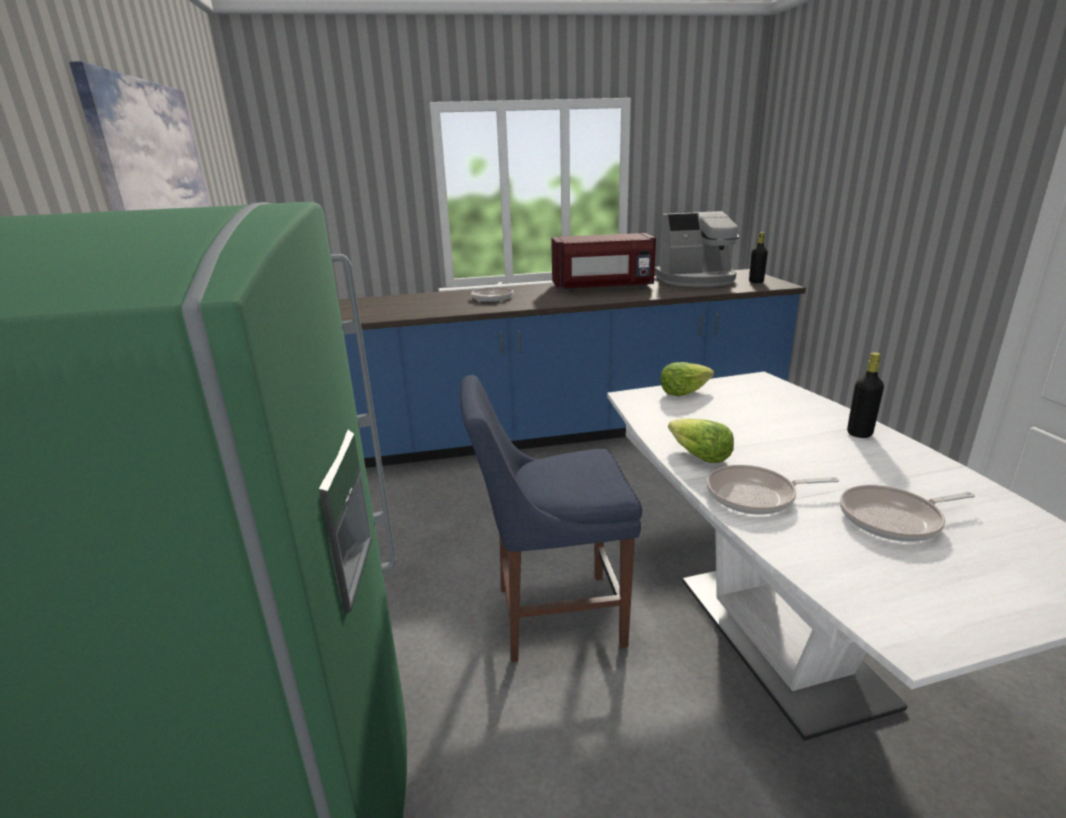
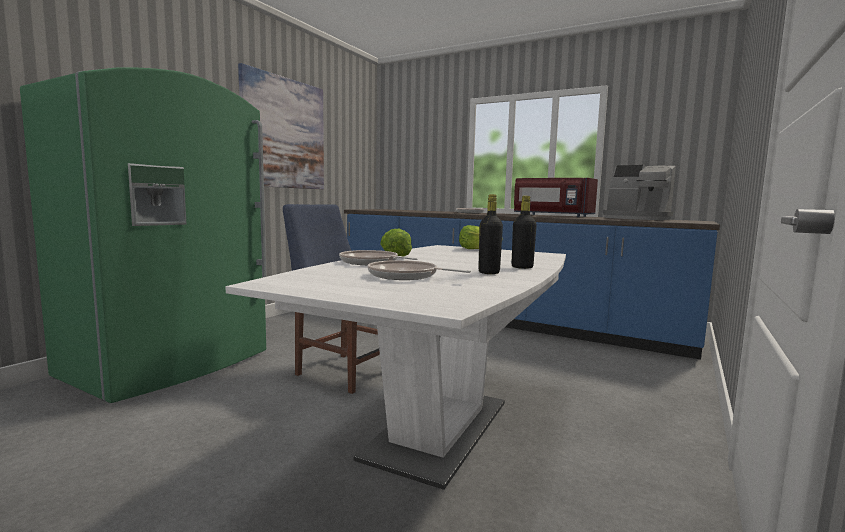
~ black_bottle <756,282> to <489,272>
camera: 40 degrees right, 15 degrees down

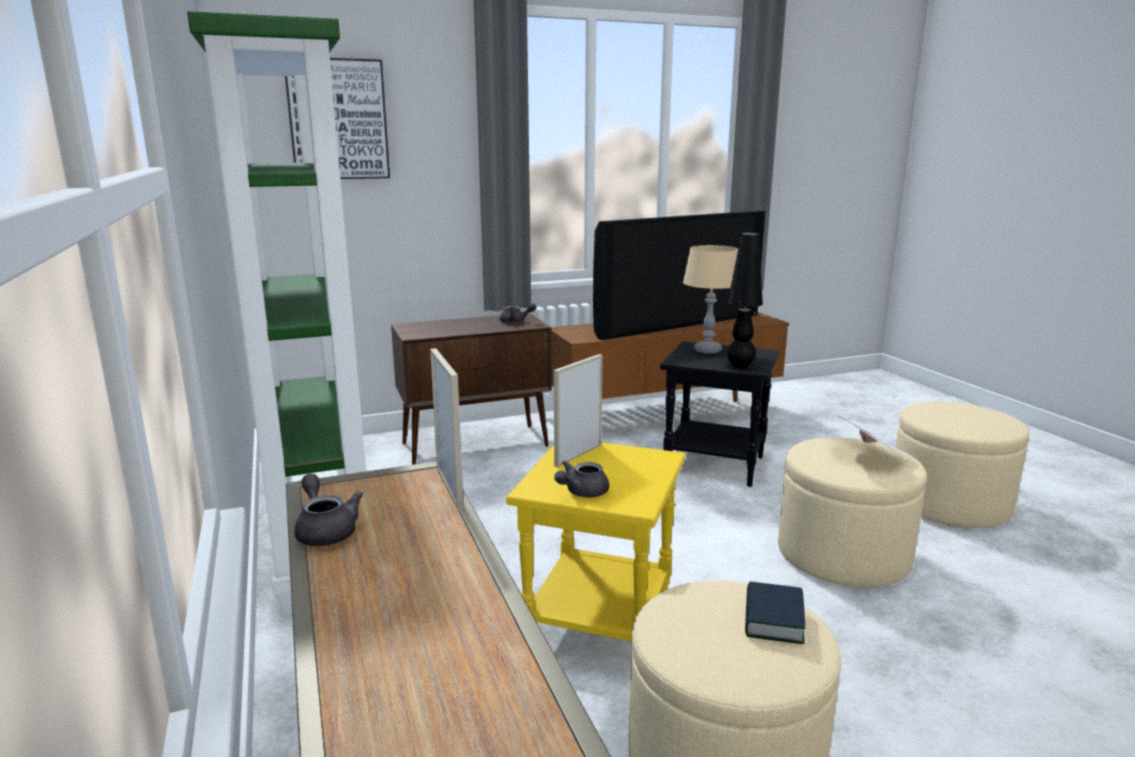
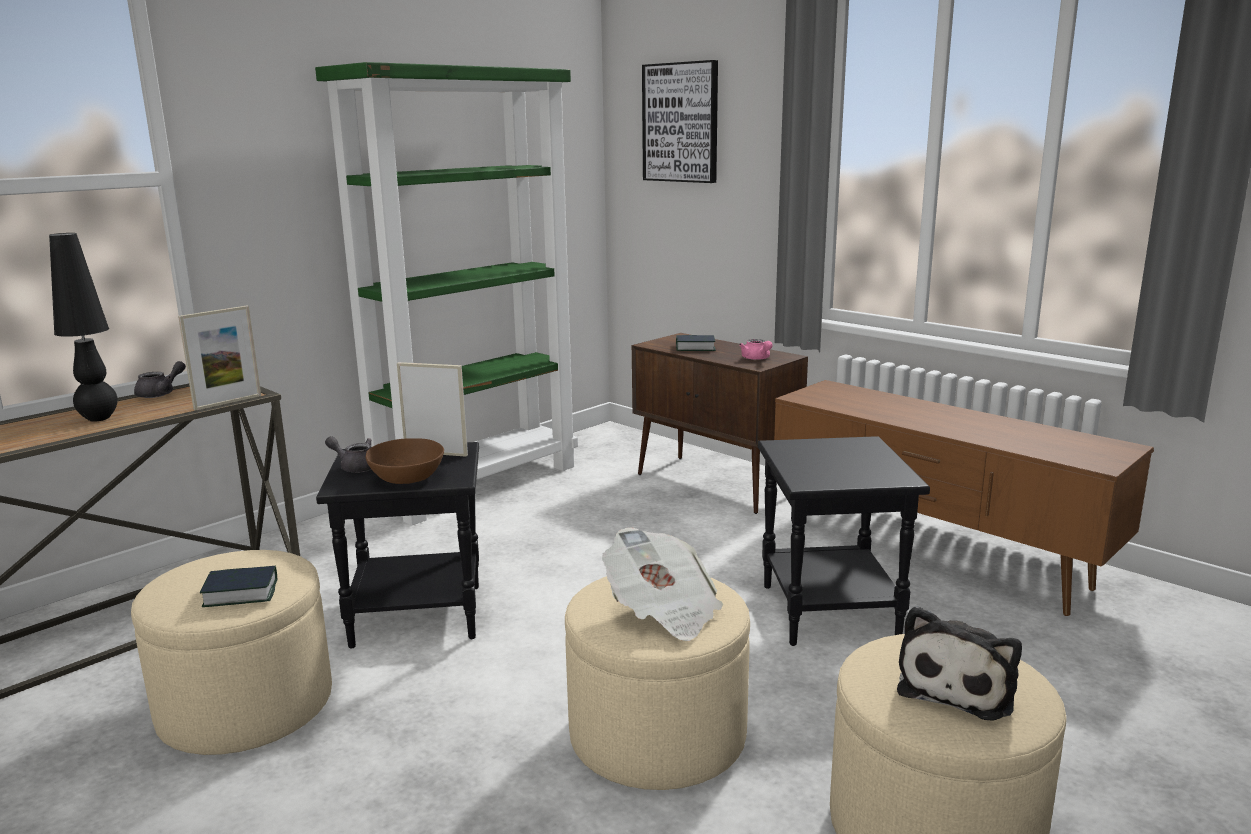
~ grey_teapot <516,322> to pink_teapot <757,359>
~ yellow_side_table <601,628> to black_side_table <415,617>
- television <677,324>
- beige_table_lamp <708,350>
~ black_table_lamp <740,366> to <98,418>
+ brown_bowl <408,478>
+ book <695,348>
+ plush_toy <958,686>
camera: 65 degrees right, 0 degrees up

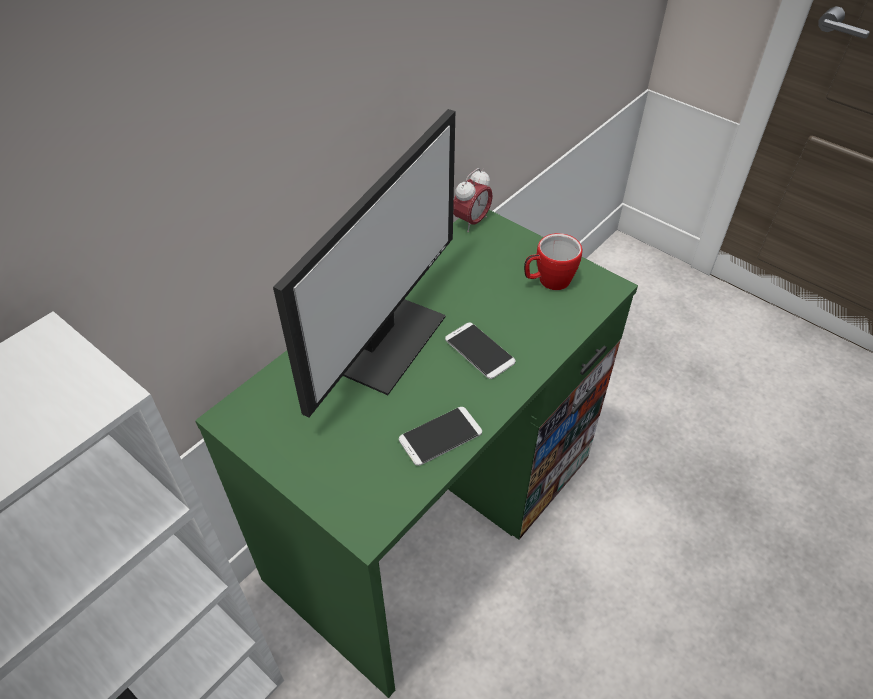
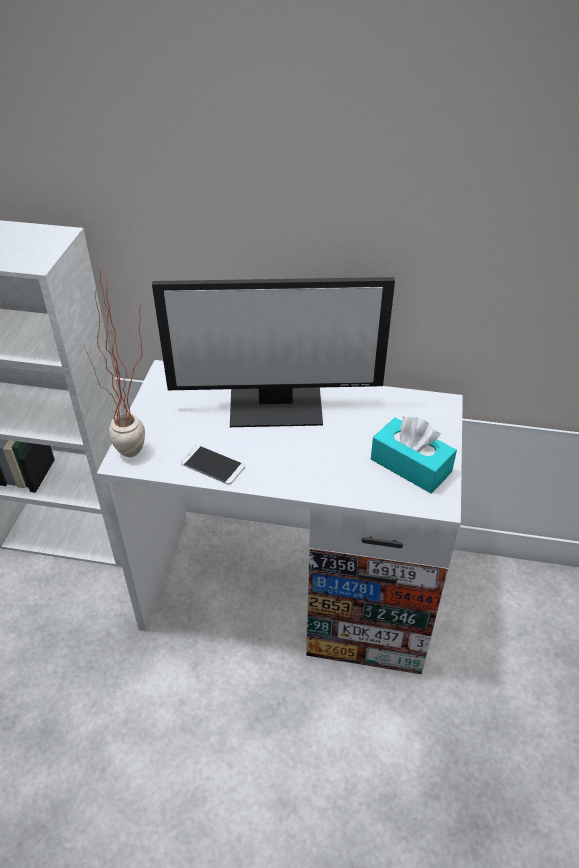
~ green_desk <434,515> to white_desk <290,590>
- phone <479,351>
- alarm_clock <471,222>
~ mug <548,281> to turquoise_tissue_box <410,465>
+ potted_plant <138,457>
camera: 60 degrees right, 5 degrees down

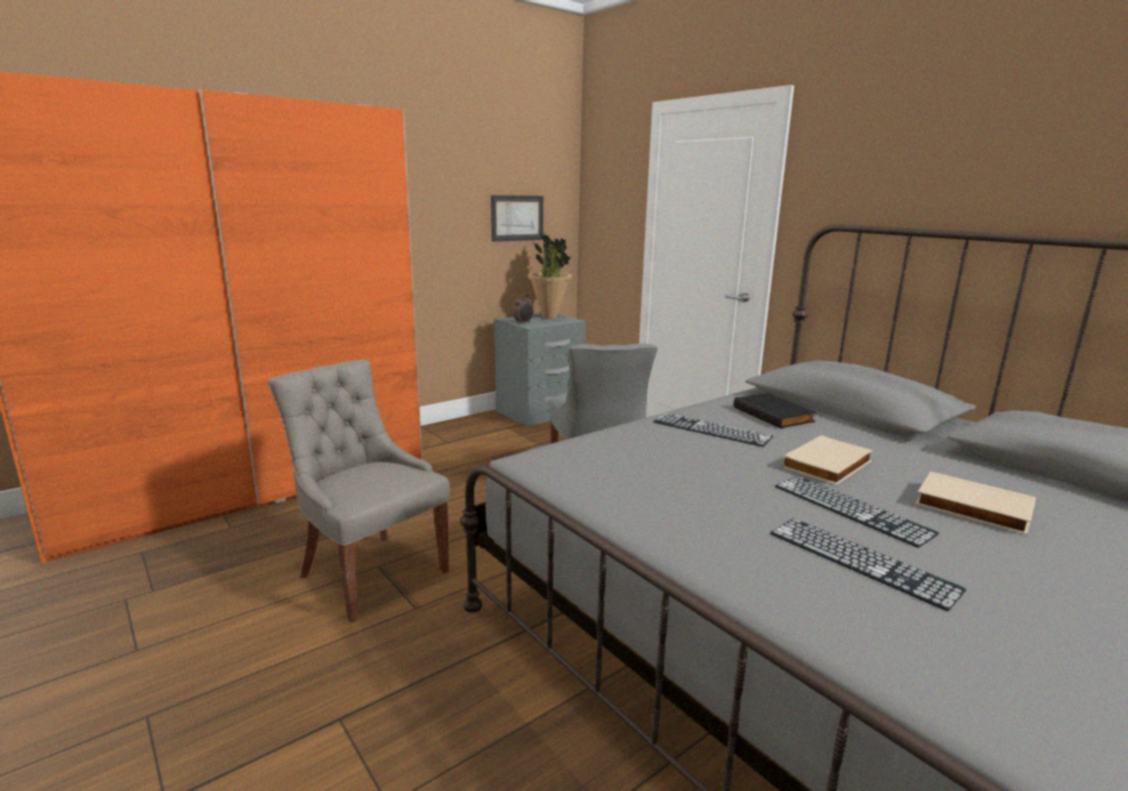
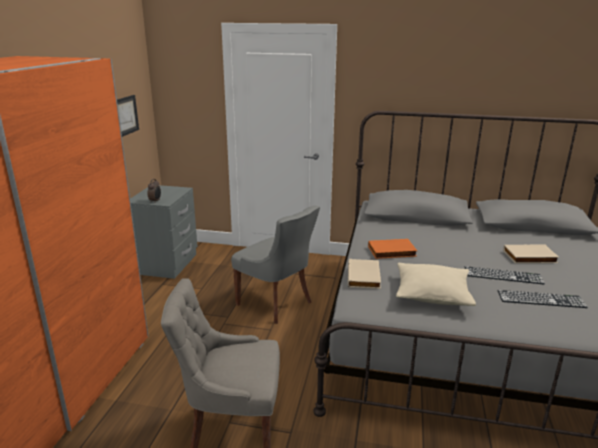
- potted_plant <549,317>
~ keyboard <711,429> to orange_book <392,252>
- black_book <774,414>
~ beige_book <828,465> to <365,276>
+ beige_pillow <432,294>
camera: 40 degrees left, 5 degrees up

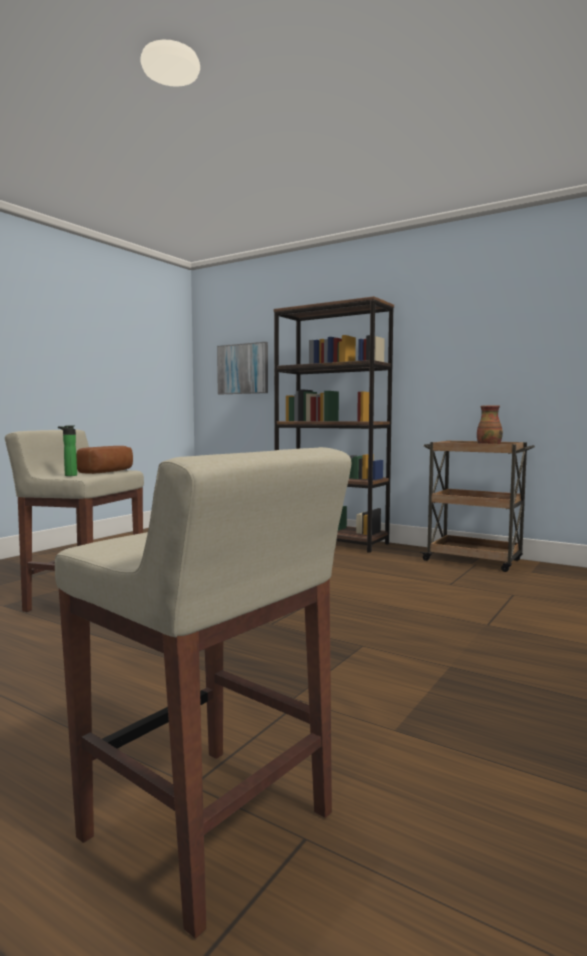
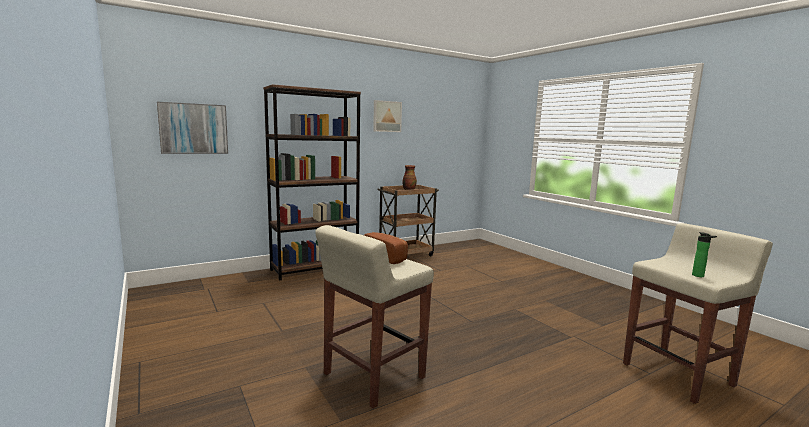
~ bottle <69,475> to <699,276>
+ picture <386,116>
camera: 65 degrees left, 5 degrees up

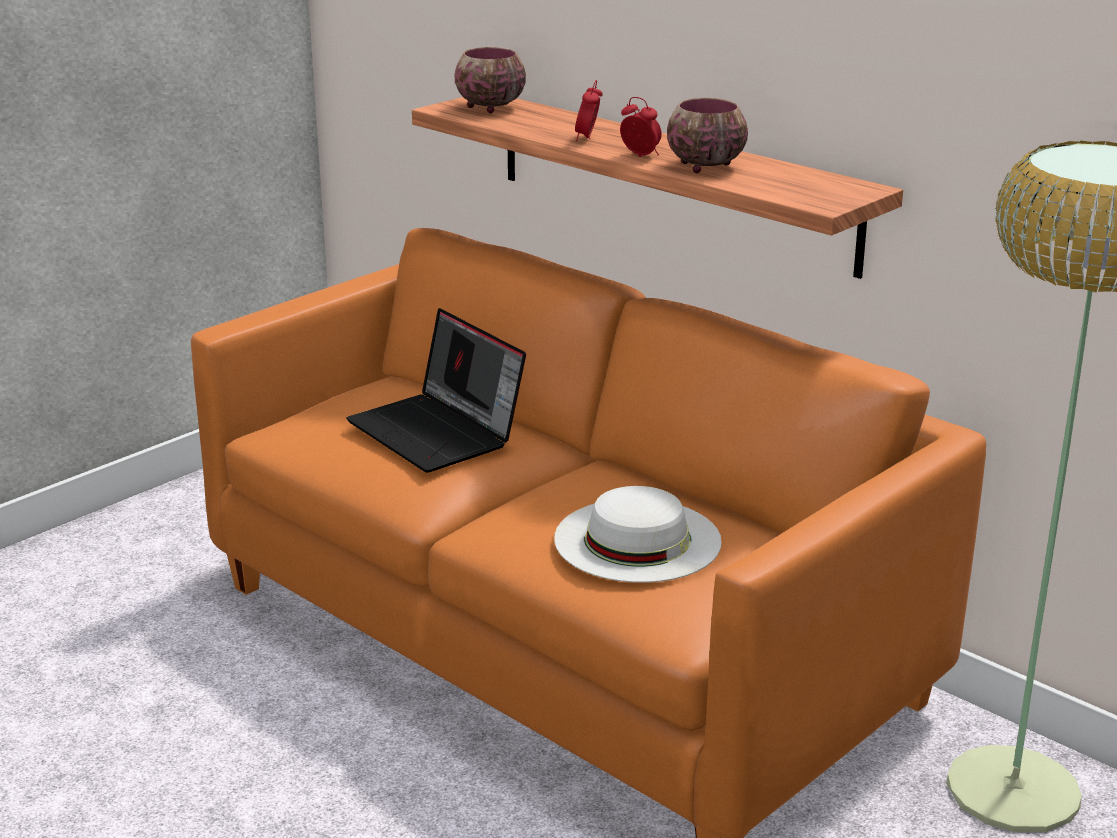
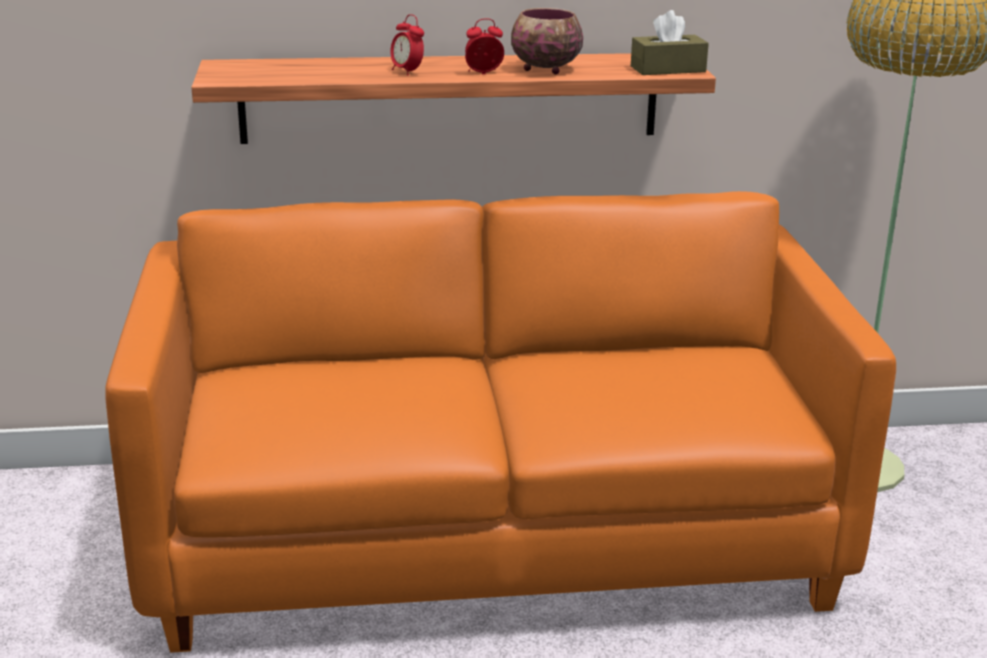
- laptop <438,432>
- bowl <488,107>
- white_hat <637,540>
+ brown_tissue_box <668,69>
camera: 50 degrees left, 0 degrees up

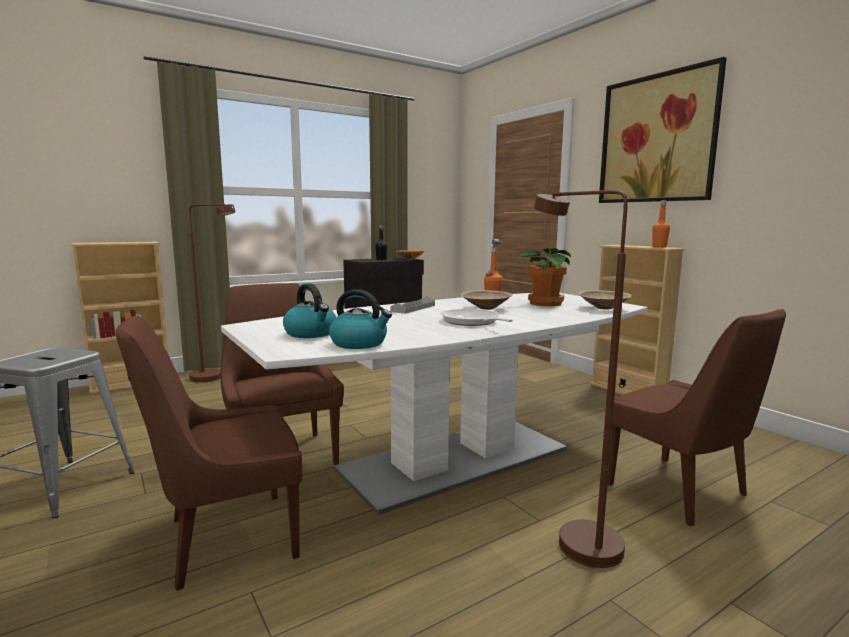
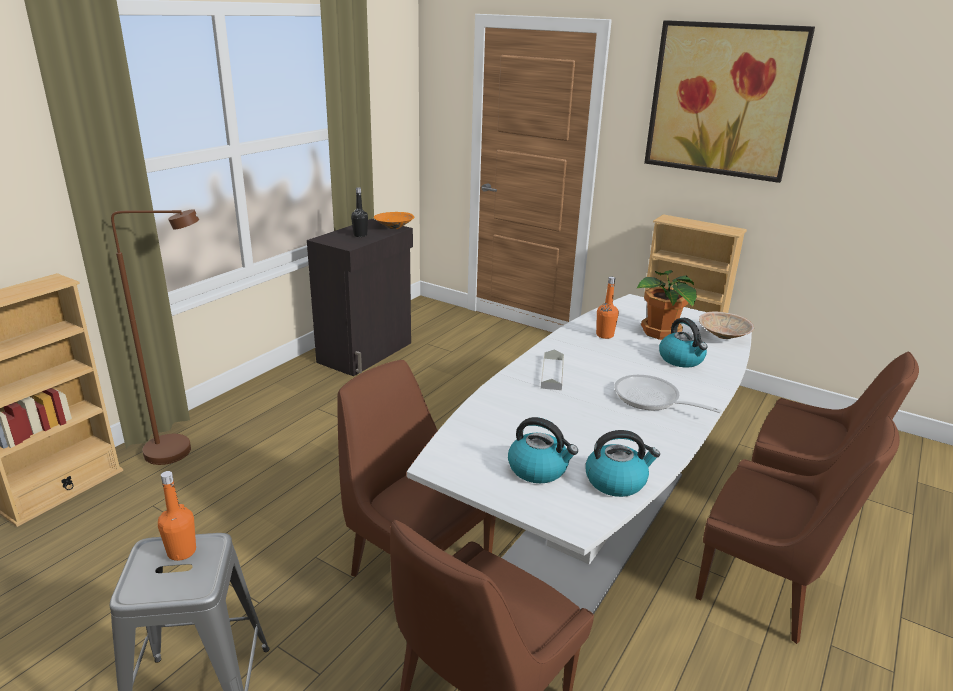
- beige_bowl <485,309>
~ brown_floor_lamp <574,538> to brown_chair <765,589>
~ orange_bottle <659,247> to <182,552>
+ kettle <681,359>
camera: 25 degrees left, 15 degrees up

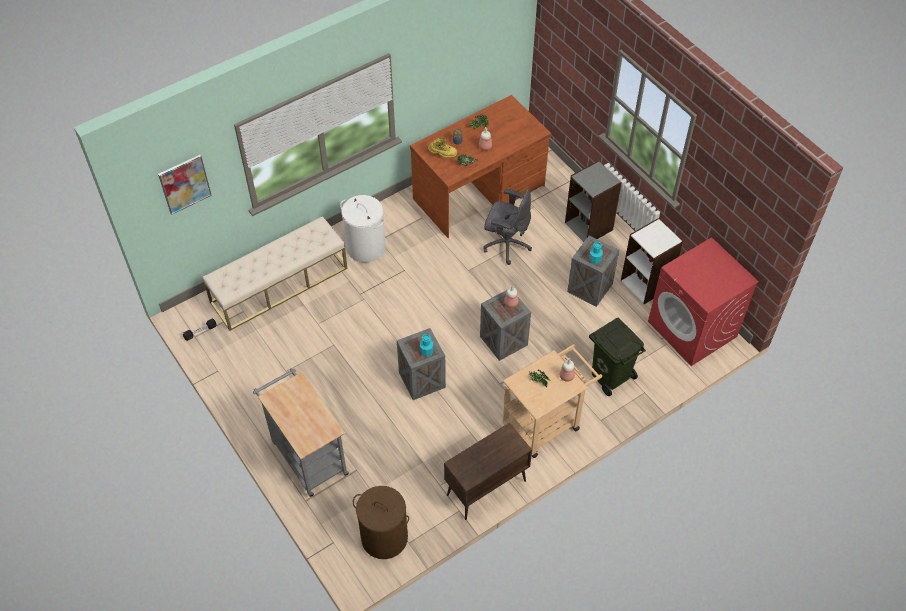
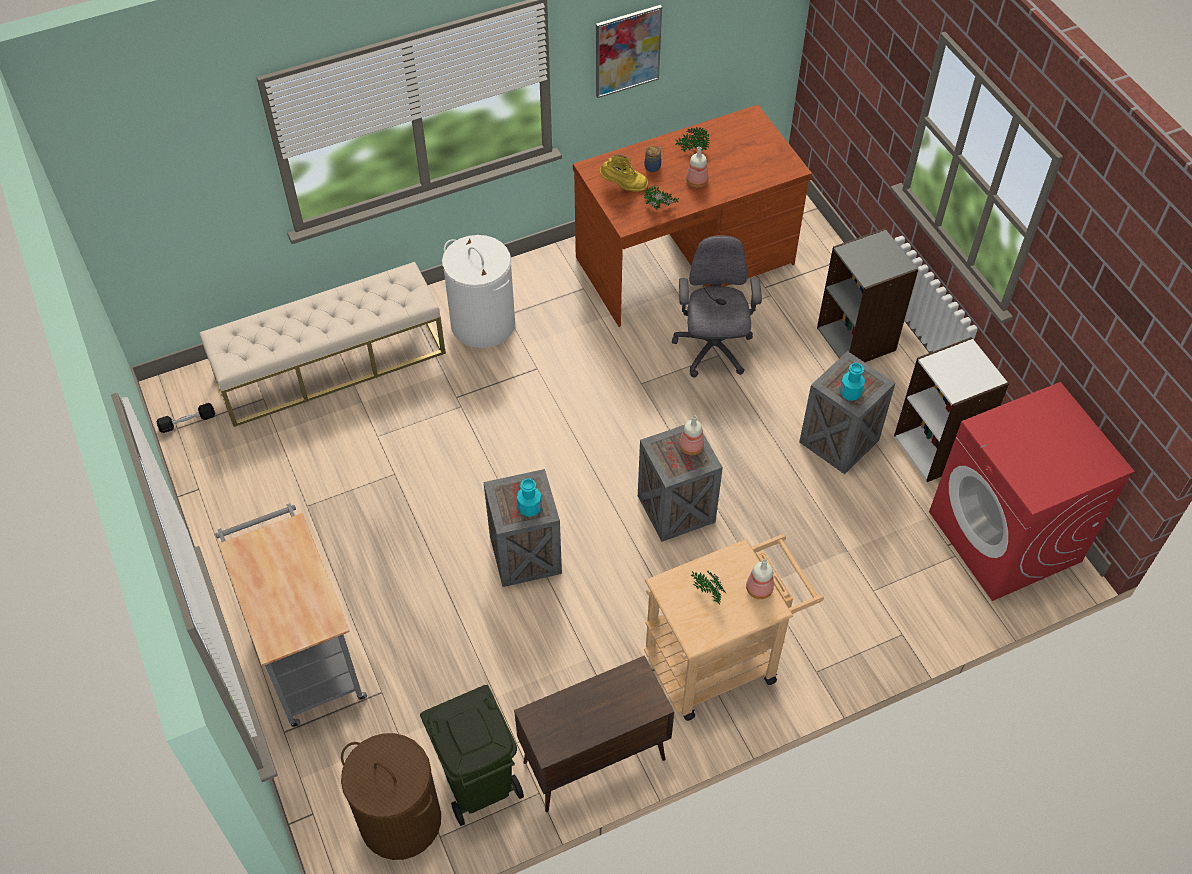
~ picture <185,184> to <627,51>
~ grey_office_chair <506,244> = <712,350> 120 degrees counterclockwise
~ green_trash_can <610,375> to <479,782>
camera: 10 degrees right, 0 degrees up

